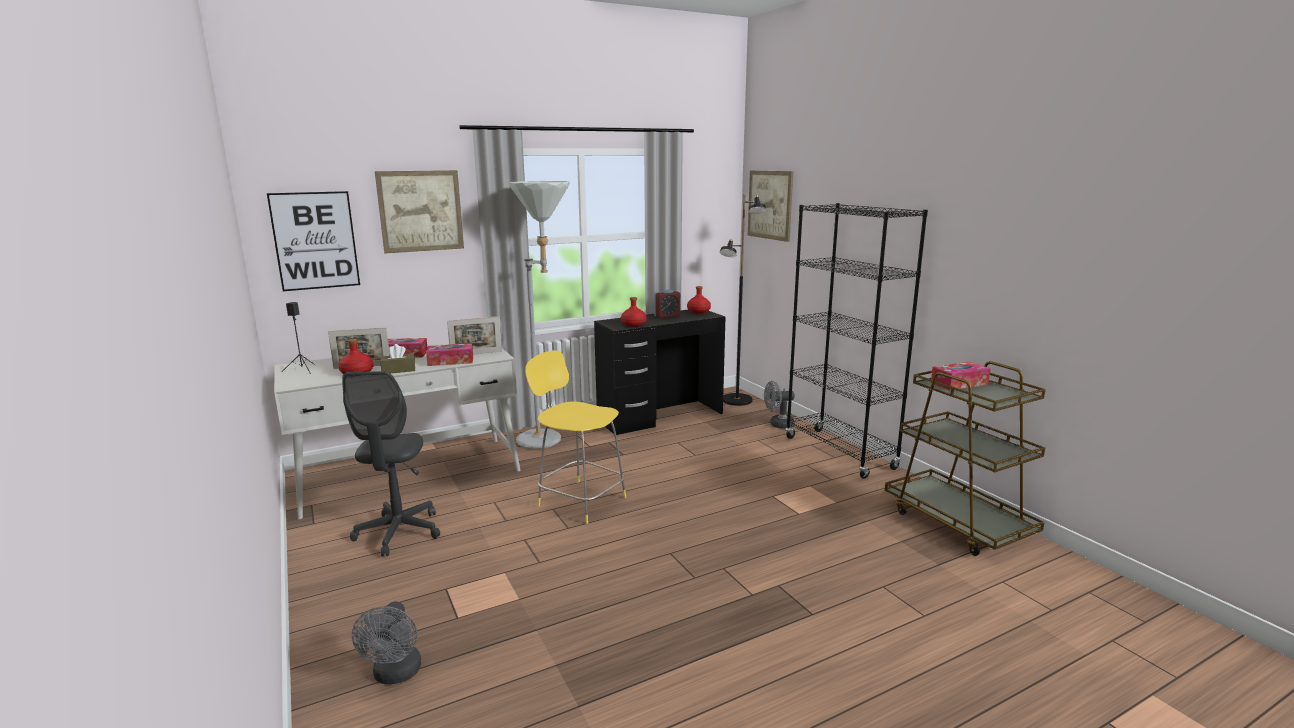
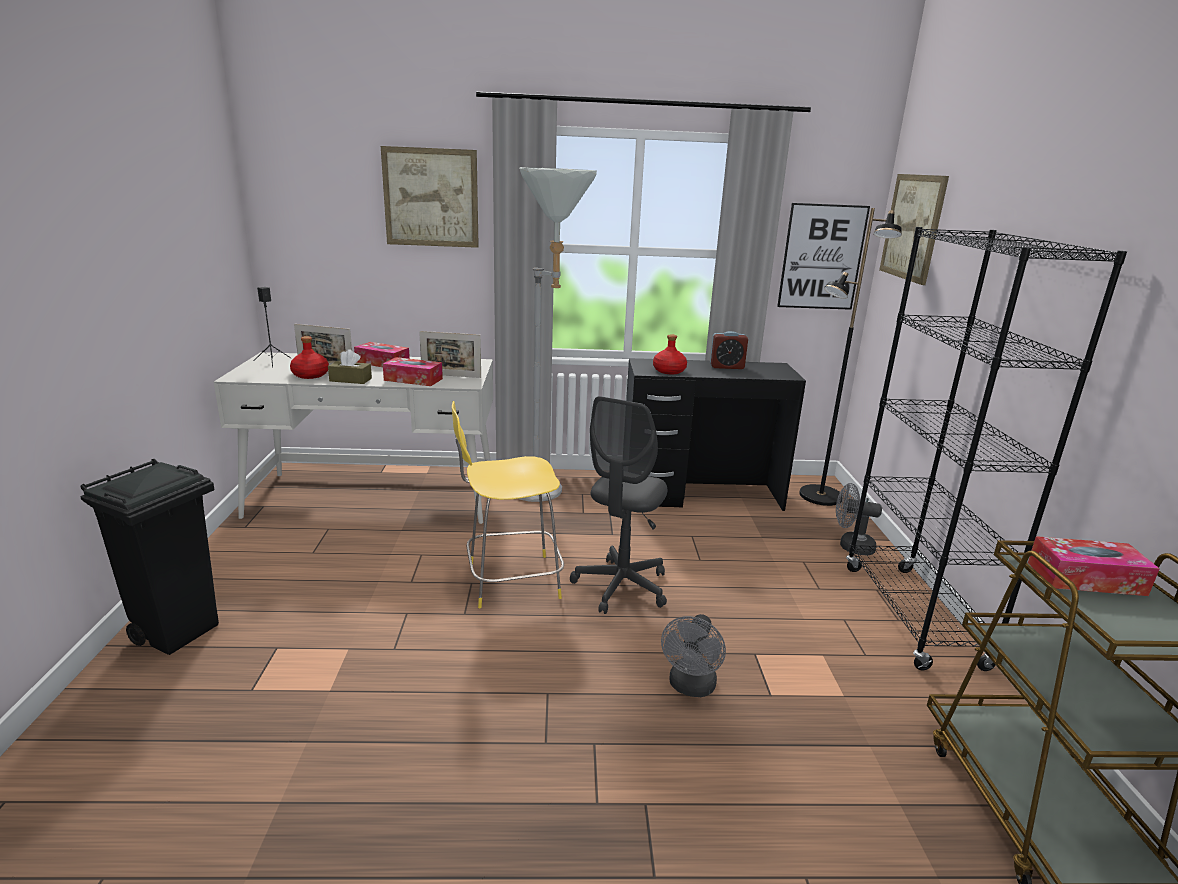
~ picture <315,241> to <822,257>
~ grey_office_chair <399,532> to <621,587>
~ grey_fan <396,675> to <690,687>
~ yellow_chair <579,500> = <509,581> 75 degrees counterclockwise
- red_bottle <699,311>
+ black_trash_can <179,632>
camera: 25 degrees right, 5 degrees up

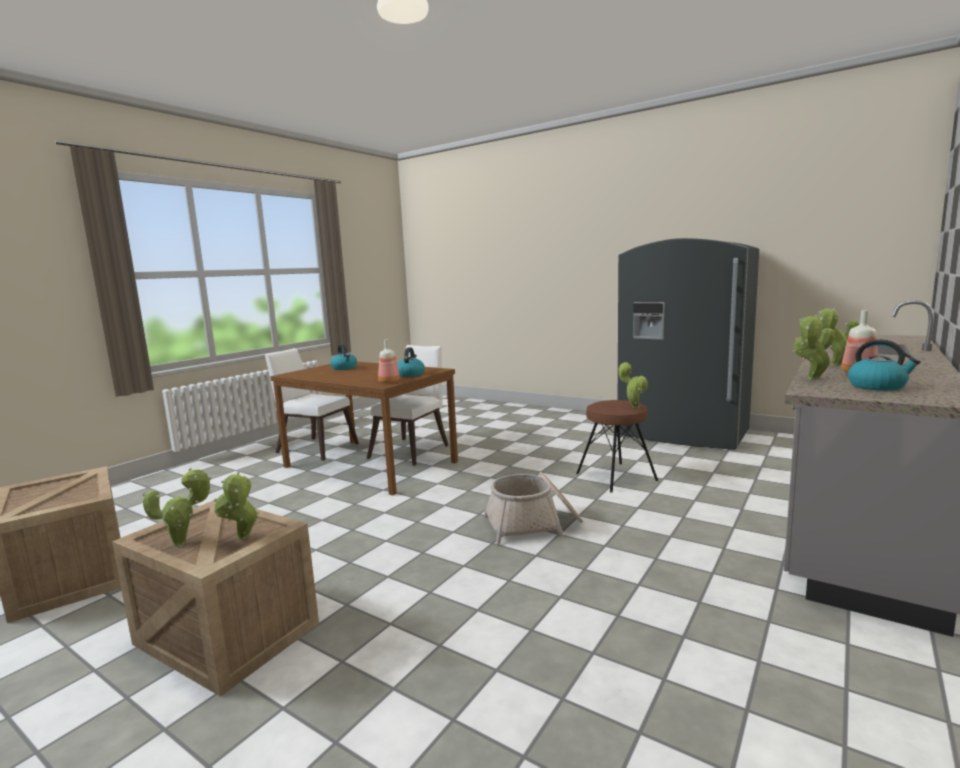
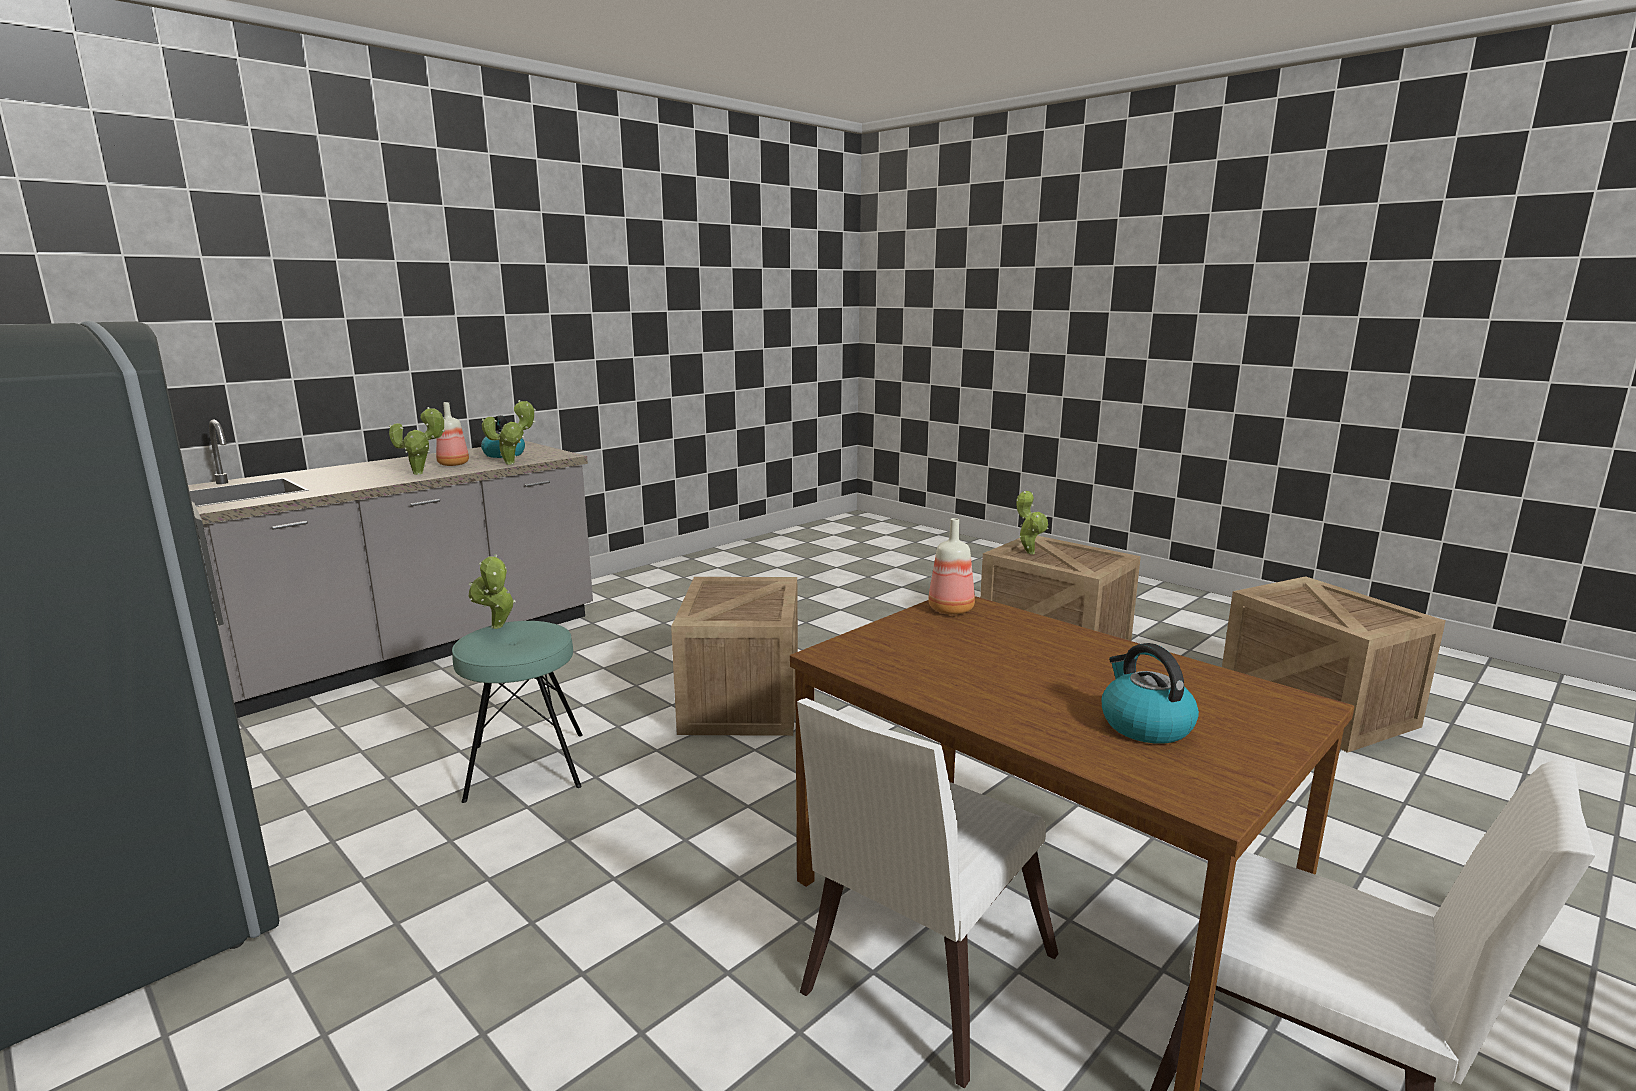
- potted_plant <184,543>
- kettle <410,374>
~ basket <533,524> to crate <740,700>
~ brown_stool <616,477> to turquoise_stool <526,766>
camera: 170 degrees left, 5 degrees up

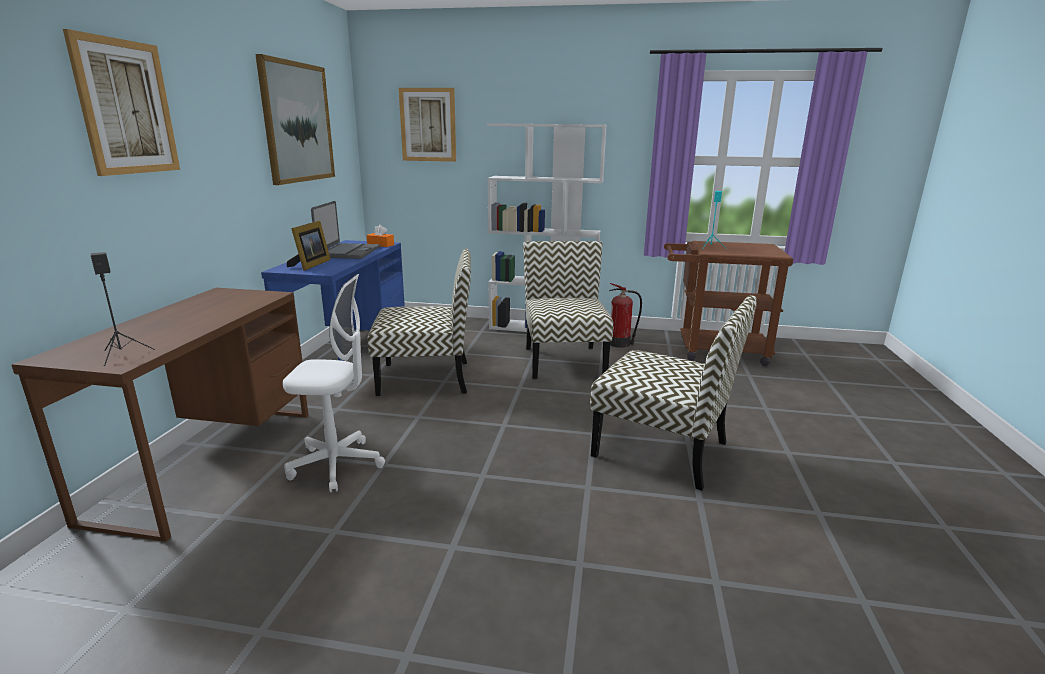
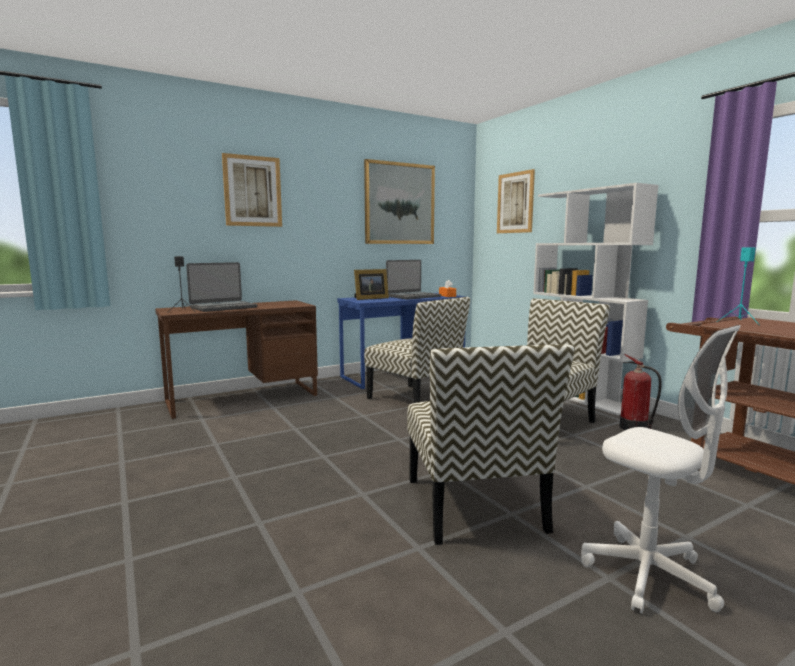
~ white_office_chair <336,465> to <648,575>
+ laptop <223,307>
camera: 50 degrees right, 10 degrees down

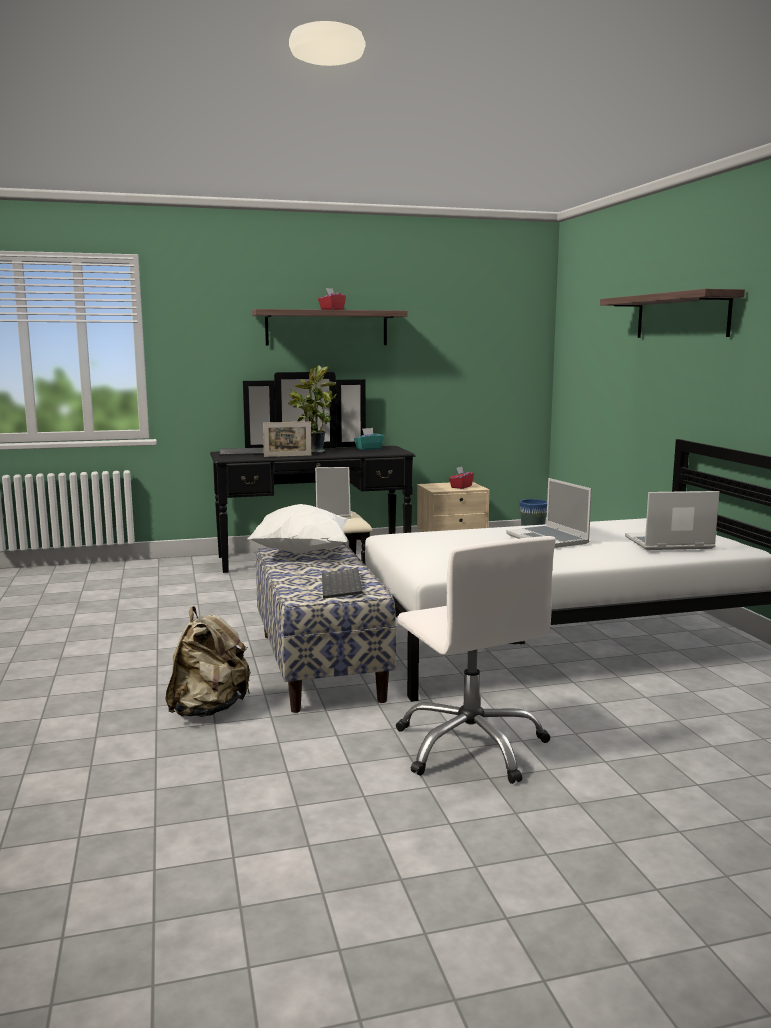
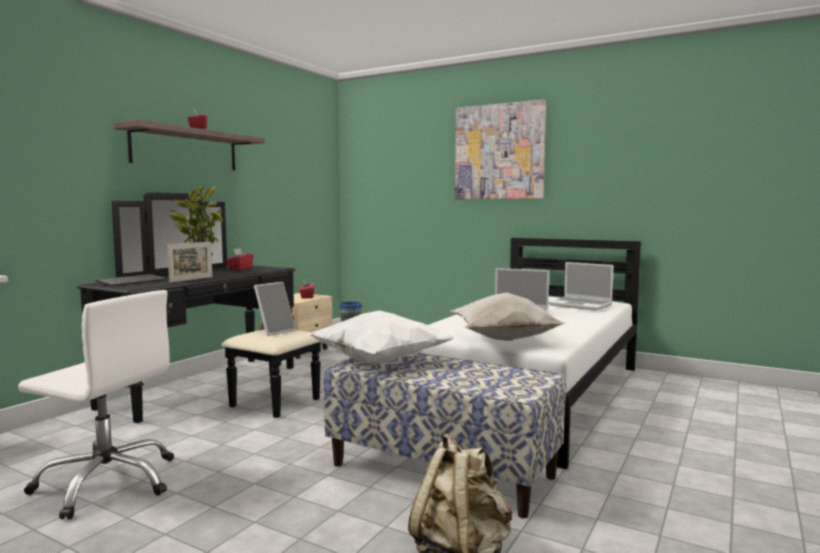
- keyboard <343,586>
~ turquoise_tissue_box <368,449> to red_tissue_box <239,268>
~ white_office_chair <471,746> to <108,482>
~ shelf <681,316> to picture <499,152>
~ laptop <668,543> = <581,305> 90 degrees counterclockwise
+ white_pillow <502,340>
camera: 45 degrees left, 5 degrees down

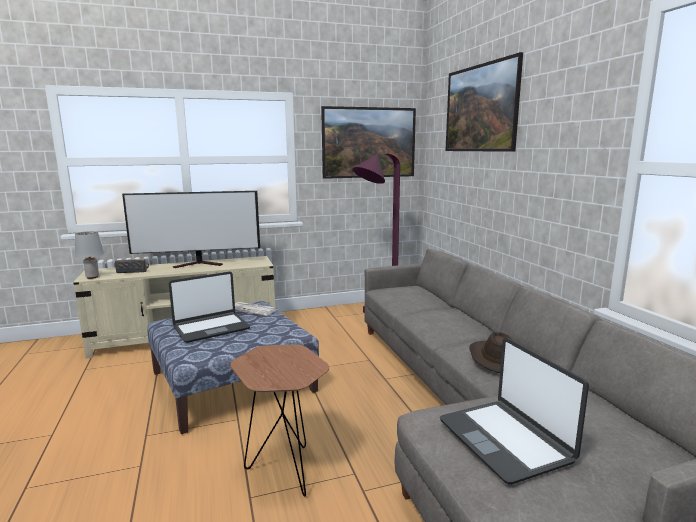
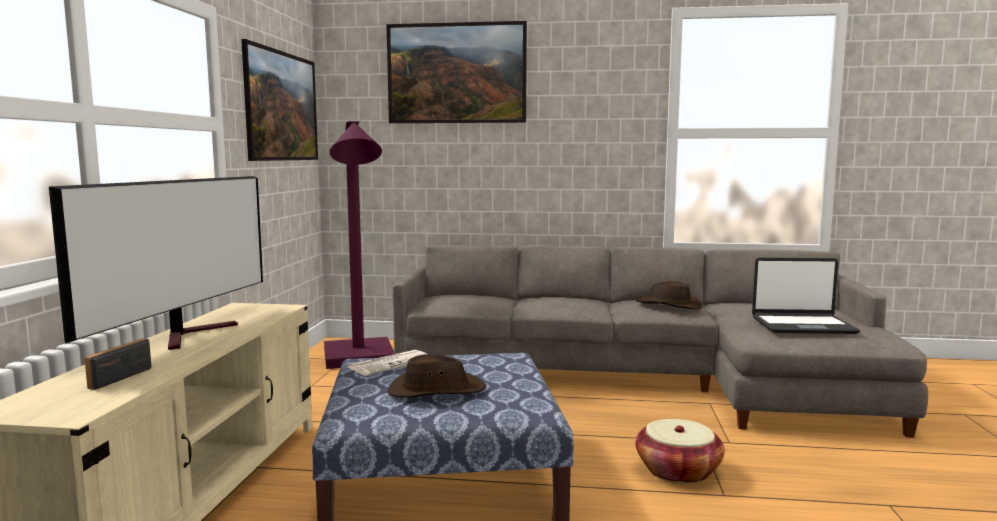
- grey_table_lamp <92,277>
~ laptop <211,328> to brown_hat <436,390>
~ brown_side_table <284,468> to basket <678,471>
camera: 65 degrees left, 5 degrees down

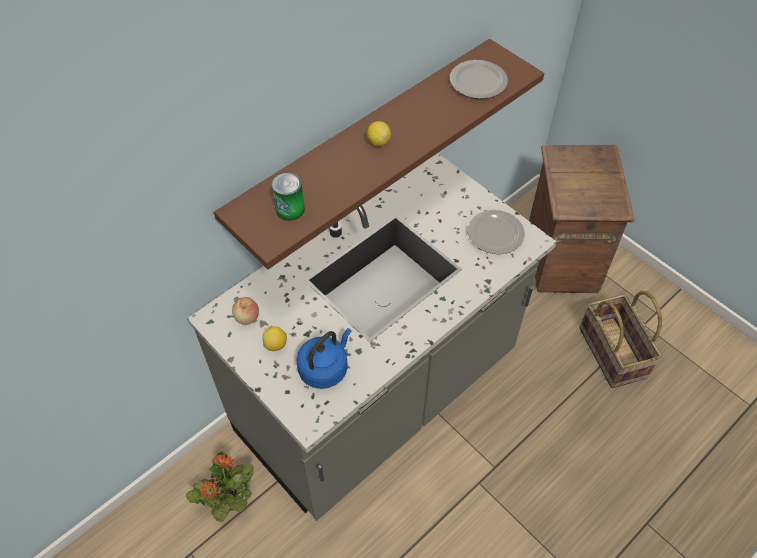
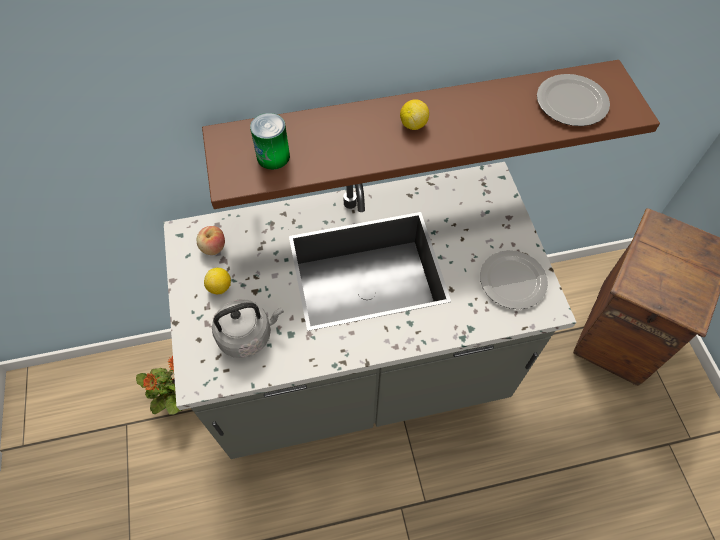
~ blue_kettle <325,368> to grey_kettle <248,335>
- basket <613,352>
camera: 30 degrees right, 5 degrees up

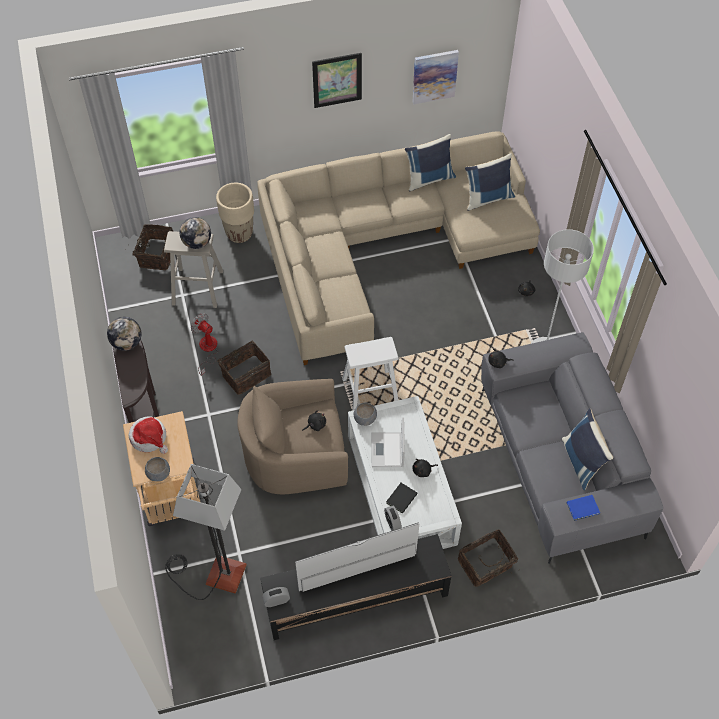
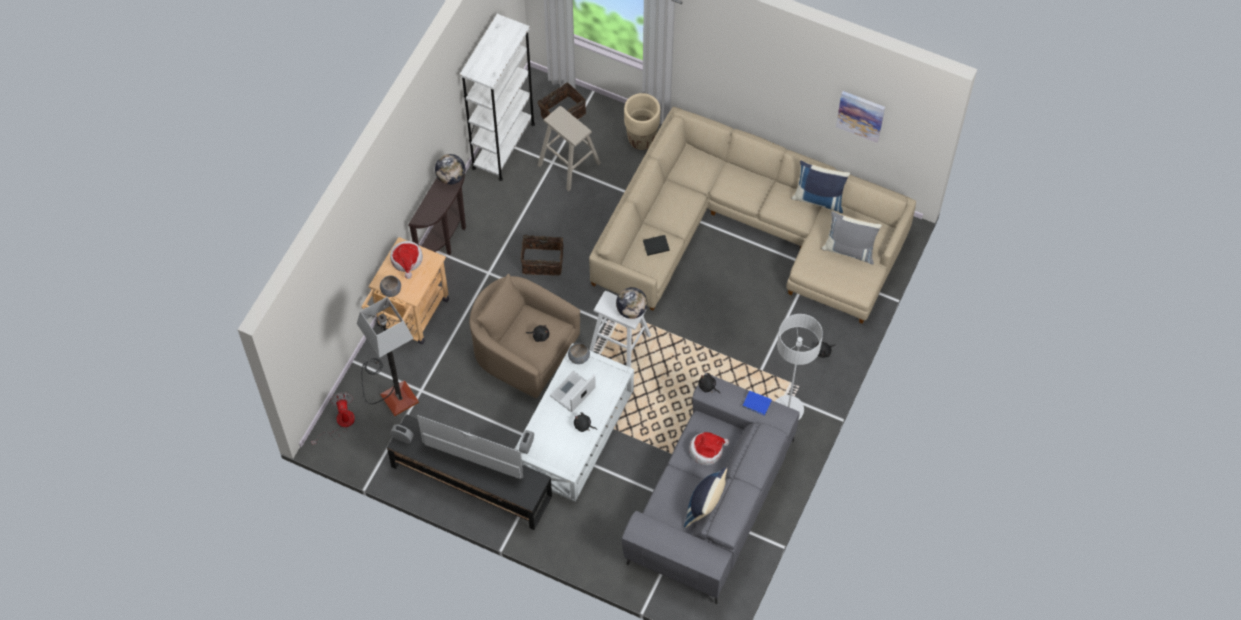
~ globe <197,243> to <631,310>
~ fan <207,350> to <340,424>
- picture <337,80>
~ black_book <400,499> to <655,245>
- basket <486,564>
~ blue_pillow <487,198> to grey_pillow <849,249>
~ blue_book <583,508> to <757,404>
+ white_bookcase <503,146>
+ hat <707,450>
camera: 40 degrees right, 5 degrees up

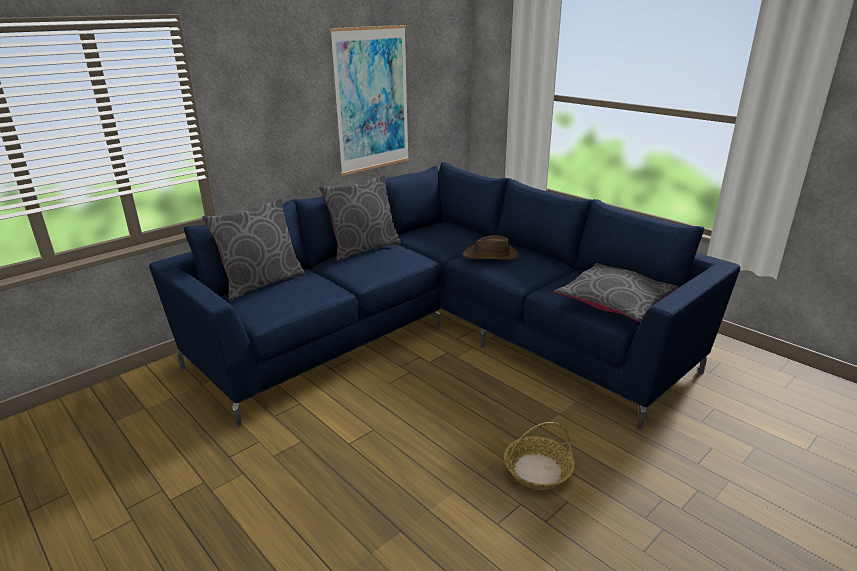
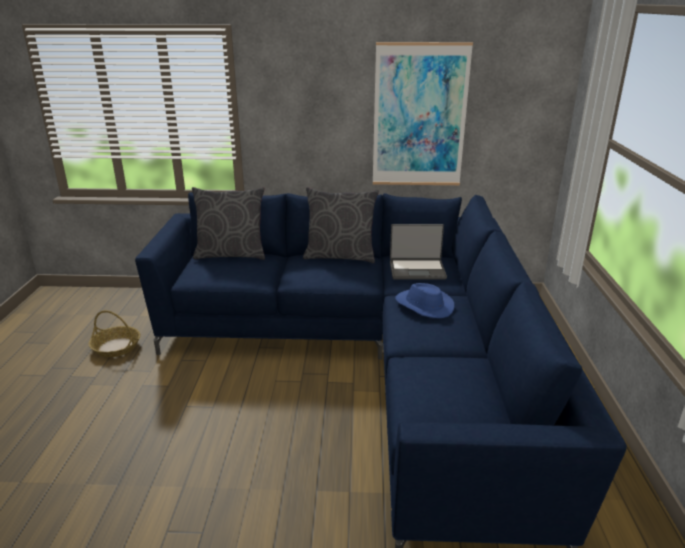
~ brown_hat <491,256> to blue_hat <423,305>
~ basket <537,470> to <116,347>
- grey_pillow <614,302>
+ laptop <417,270>
camera: 45 degrees right, 0 degrees up

